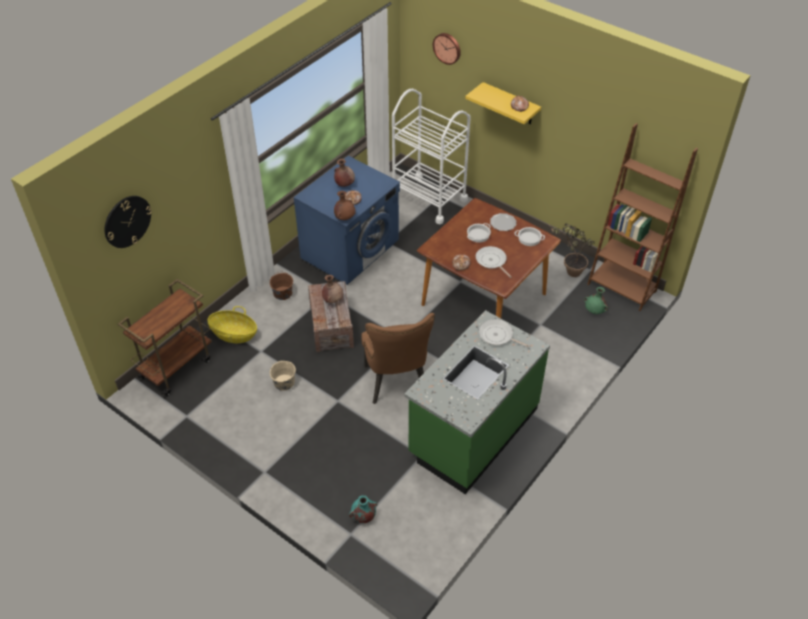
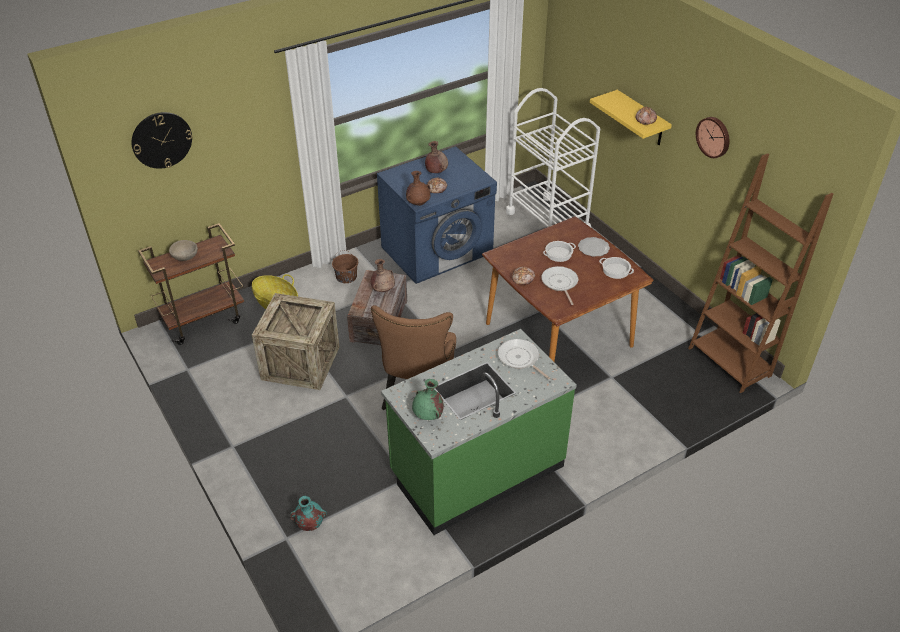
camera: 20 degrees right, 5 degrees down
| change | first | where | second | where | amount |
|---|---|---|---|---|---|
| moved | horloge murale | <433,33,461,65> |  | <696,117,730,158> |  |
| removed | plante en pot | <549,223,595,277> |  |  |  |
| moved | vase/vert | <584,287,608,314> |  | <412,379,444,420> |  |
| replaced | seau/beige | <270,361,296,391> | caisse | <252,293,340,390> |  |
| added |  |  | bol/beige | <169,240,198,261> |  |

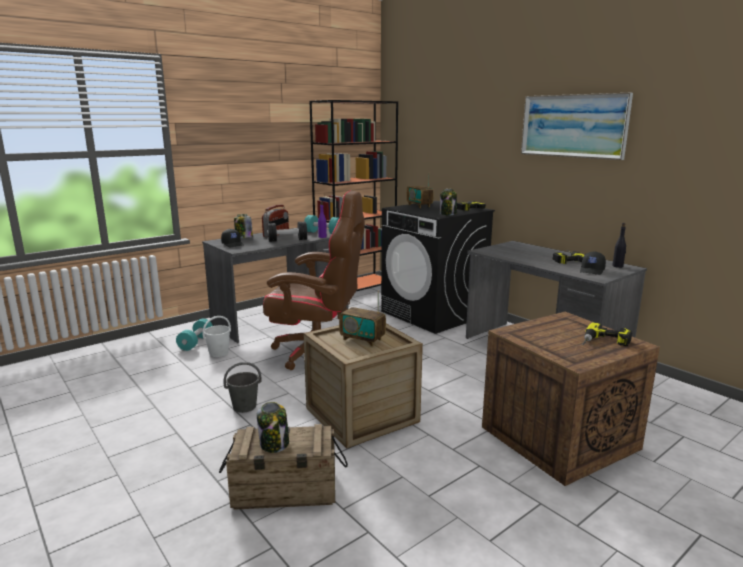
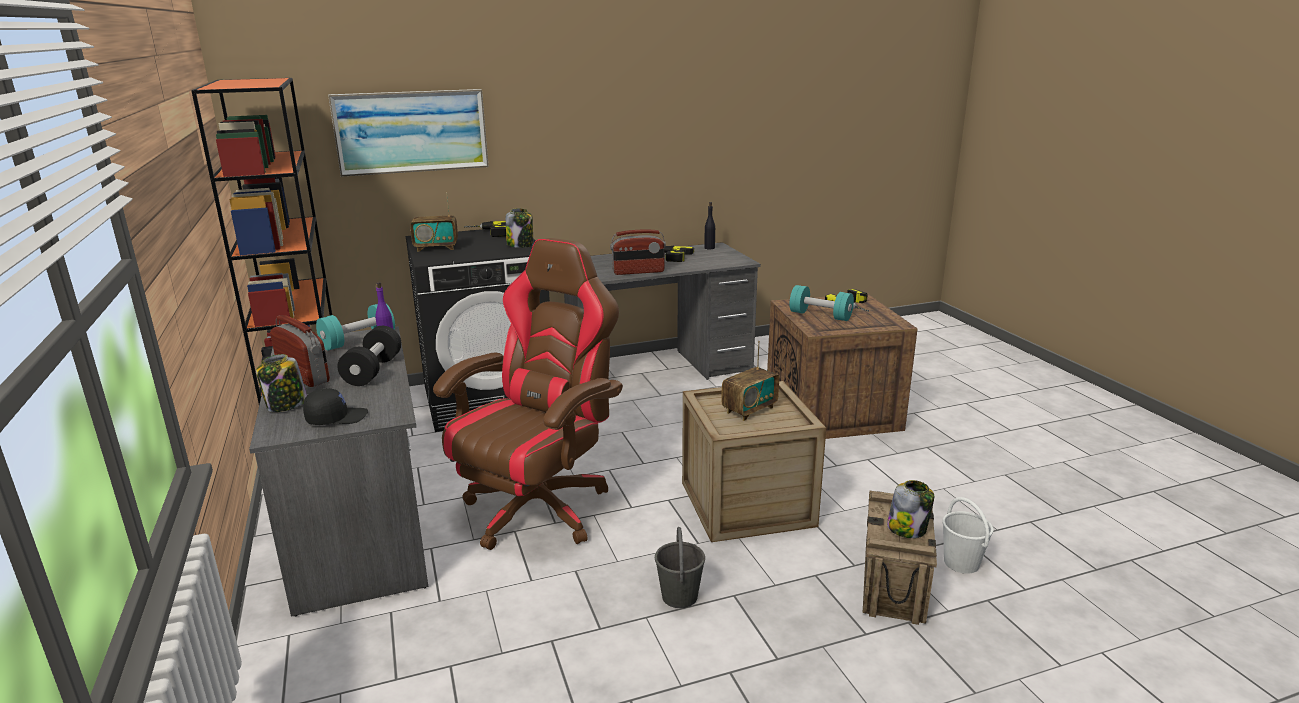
camera: 70 degrees left, 5 degrees up
| change | first | where | second | where | amount |
|---|---|---|---|---|---|
| moved | tableau | <521,93,633,160> |  | <328,89,489,177> |  |
| removed | casquette/noir | <580,252,606,275> |  |  |  |
| moved | seau/blanc | <203,316,231,357> |  | <942,497,994,574> |  |
| moved | haltère/turquoise | <176,318,213,351> |  | <790,285,854,321> |  |
| added |  |  | radio | <610,230,666,275> |  |

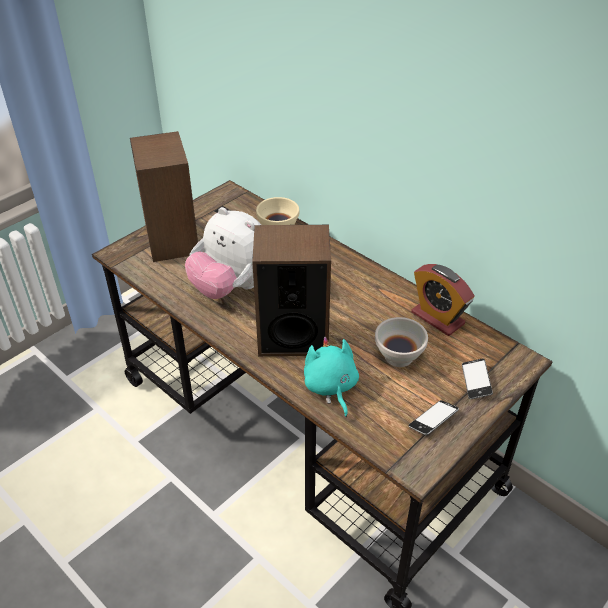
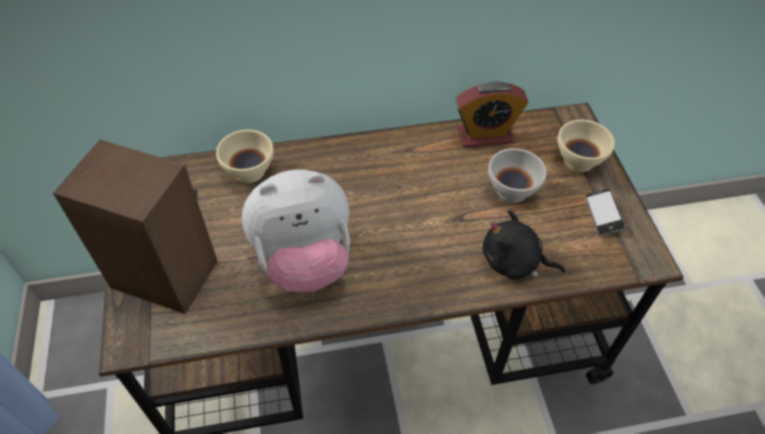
camera: 55 degrees left, 10 degrees up
| change | first | where | second | where | amount |
|---|---|---|---|---|---|
| removed | enceinte | <252,225,331,356> |  |  |  |
| recoloured | peluche/turquoise | <304,337,359,417> | peluche/noir | <483,210,565,280> |  |
| replaced | téléphone | <462,358,493,399> | bol/beige | <557,120,615,172> |  |

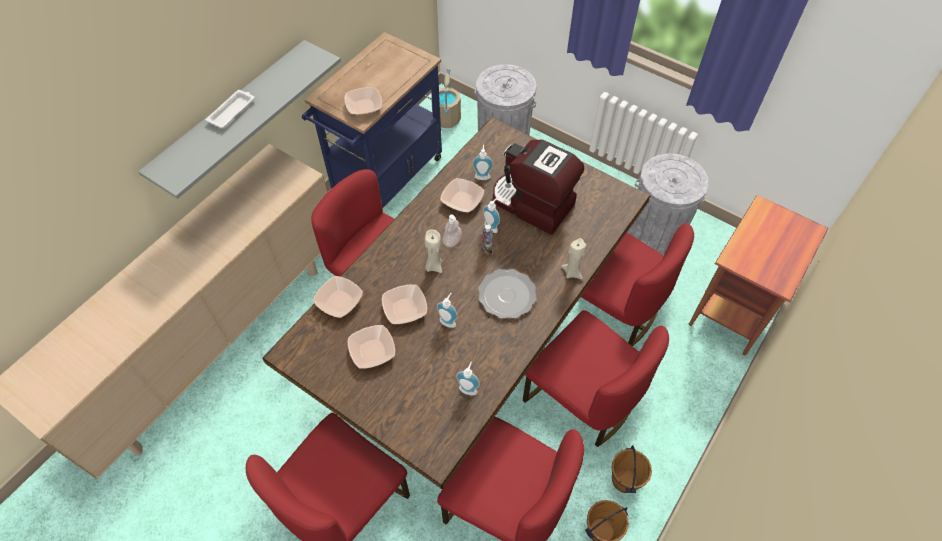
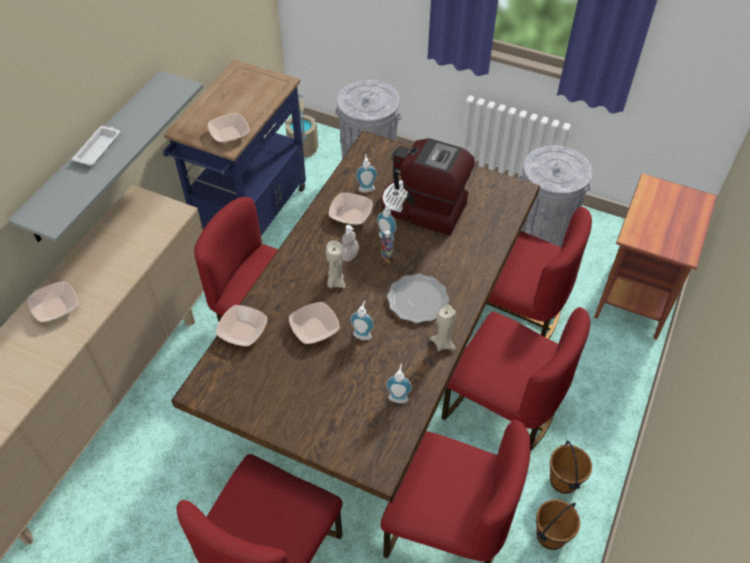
camera: 10 degrees left, 5 degrees down
| change | first | where | second | where | amount |
|---|---|---|---|---|---|
| moved | bougie/beige | <562,238,587,279> |  | <430,304,456,351> |  |
| moved | bol | <348,325,395,369> |  | <28,281,78,322> |  |

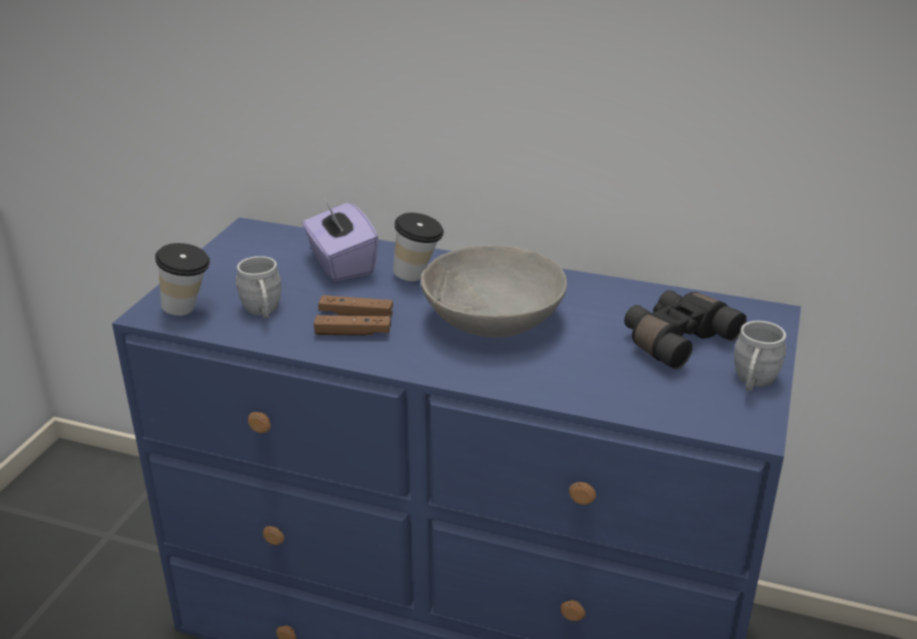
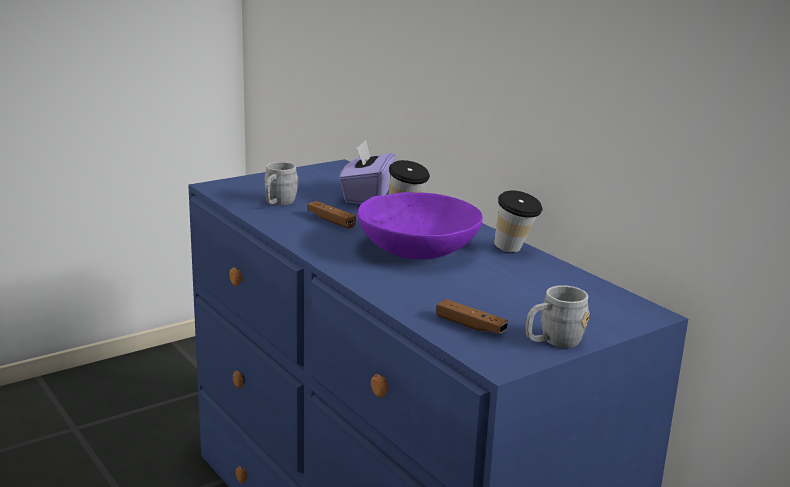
camera: 35 degrees right, 10 degrees down
| change | first | where | second | where | amount |
|---|---|---|---|---|---|
| moved | tasse | <155,243,210,316> |  | <494,190,543,252> |  |
| recoloured | bol/gris | <420,245,567,338> | bol/violet | <357,192,483,259> |  |
| removed | jumelles/noir | <624,290,747,369> |  |  |  |
| moved | manette/marron | <314,315,391,336> |  | <436,299,508,334> |  |

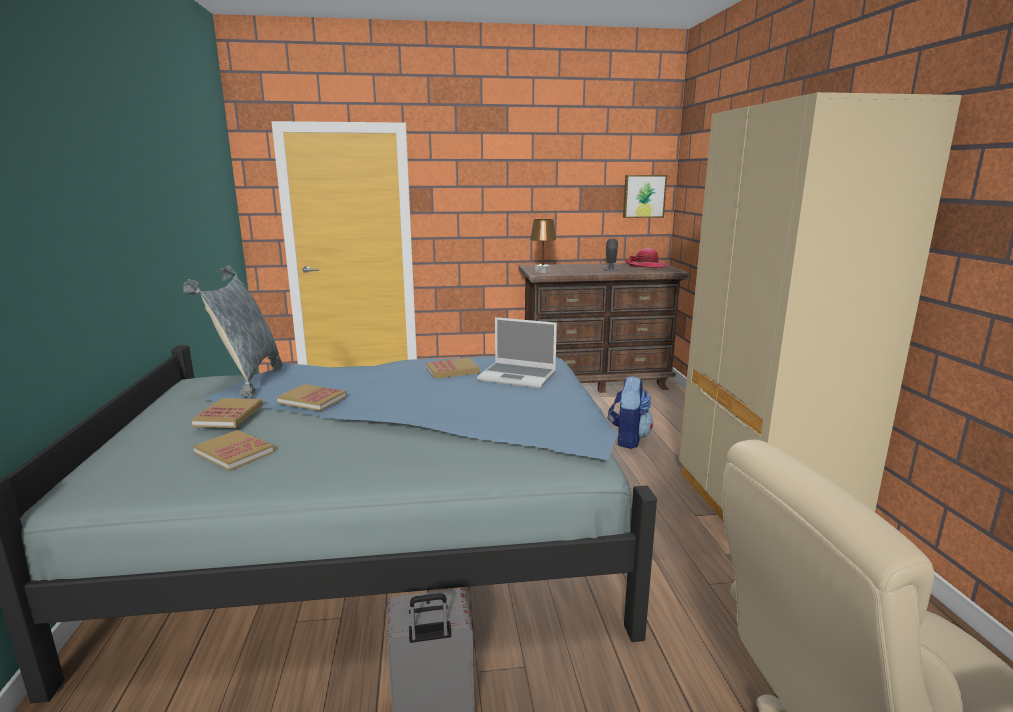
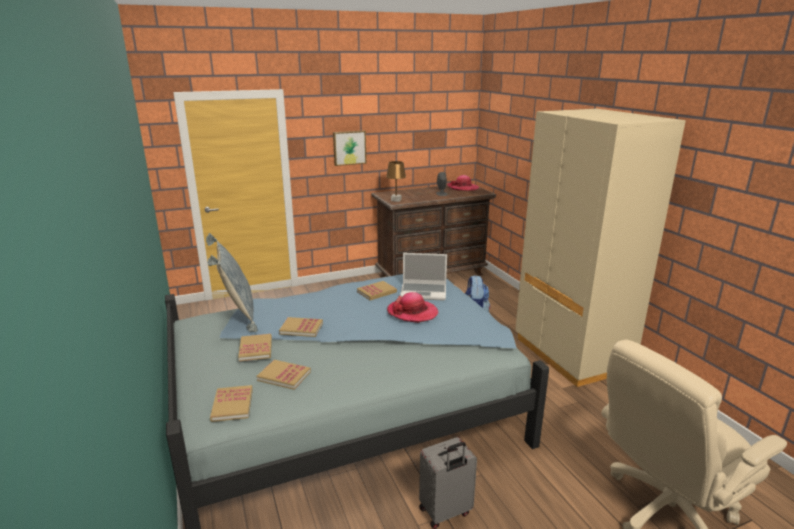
camera: 15 degrees left, 5 degrees up
| change | first | where | second | where | amount |
|---|---|---|---|---|---|
| moved | tableau | <623,175,667,218> |  | <333,130,366,166> |  |
| added |  |  | chapeau | <387,292,438,323> |  |
| added |  |  | livre | <210,385,253,422> |  |

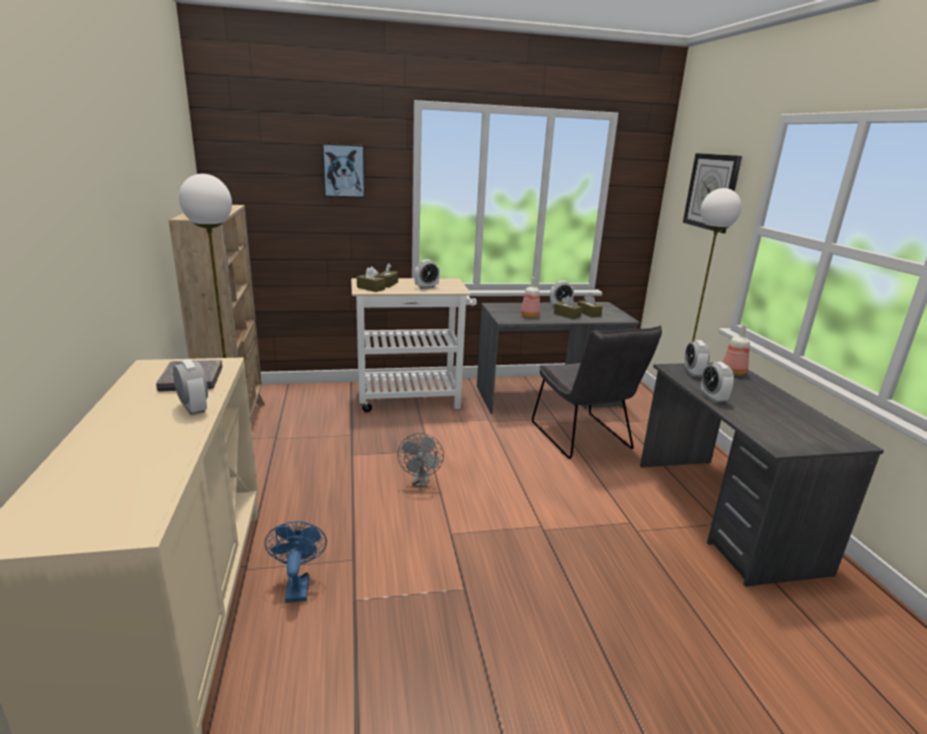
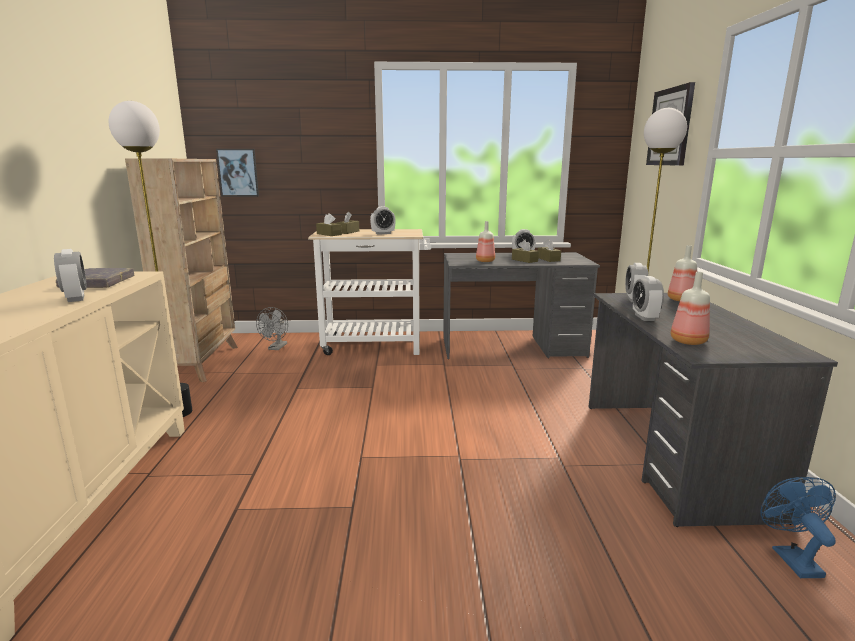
camera: 10 degrees right, 5 degrees down
| change | first | where | second | where | amount |
|---|---|---|---|---|---|
| moved | tableau | <322,143,365,198> |  | <216,149,259,196> |  |
| removed | chaise/gris | <532,325,662,459> |  |  |  |
| moved | ventilateur/gris | <398,433,444,487> |  | <256,307,288,350> |  |
| moved | ventilateur/bleu | <265,521,327,603> |  | <761,477,836,578> |  |
| added |  |  | bouteille | <671,272,710,345> |  |

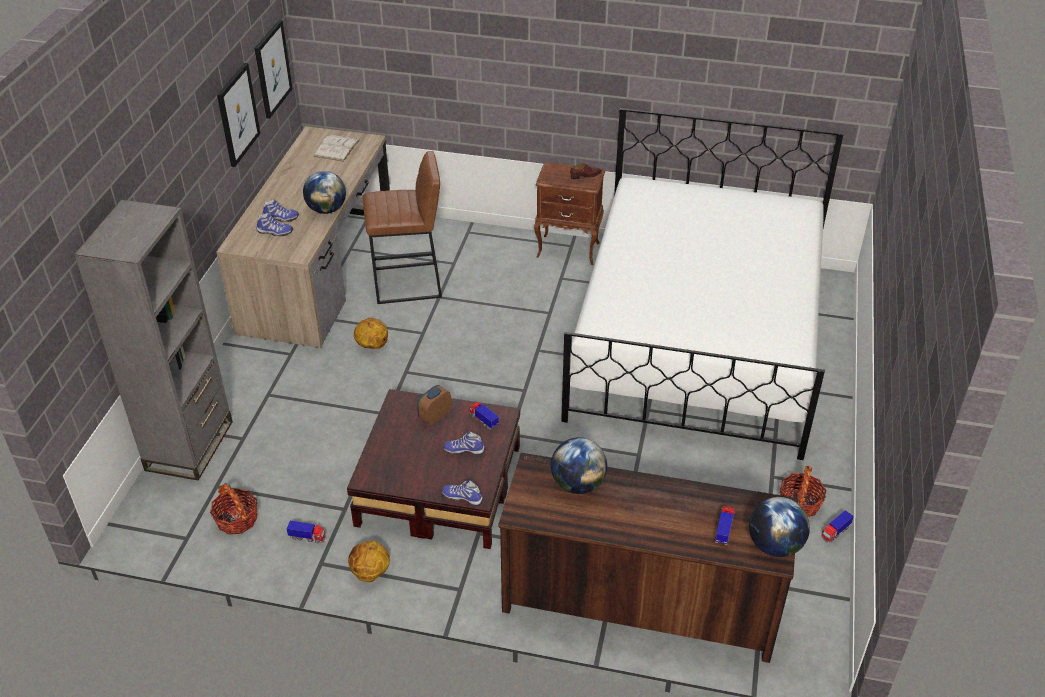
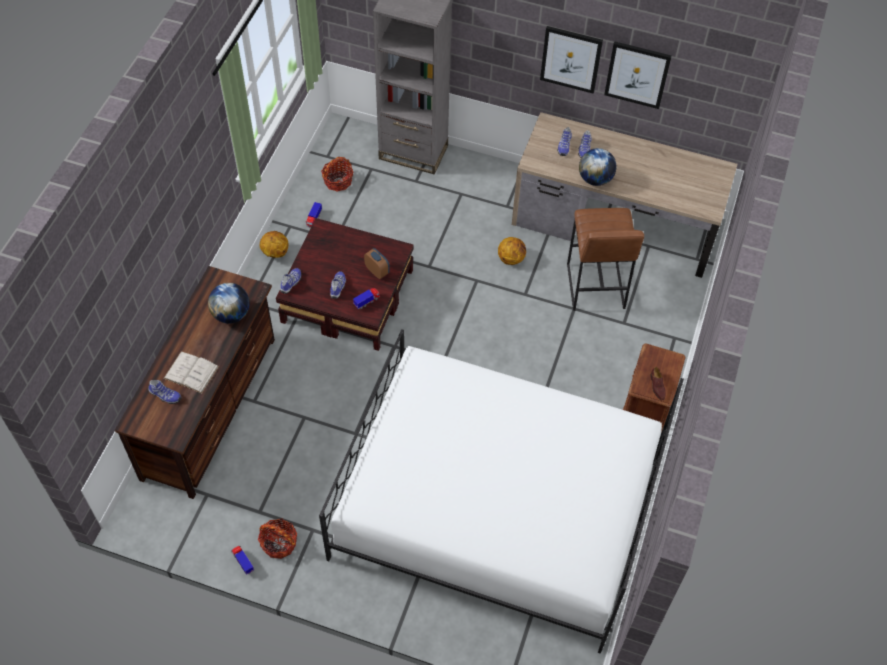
camera: 95 degrees right, 15 degrees up
| change | first | where | second | where | amount |
|---|---|---|---|---|---|
| moved | tableau | <254,20,293,119> |  | <540,26,603,93> |  |
| moved | livre/blanc | <313,135,360,162> |  | <163,352,219,394> |  |
| removed | globe | <749,497,810,557> |  |  |  |
| replaced | camion jouet | <715,506,736,545> | chaussure | <148,380,182,404> |  |

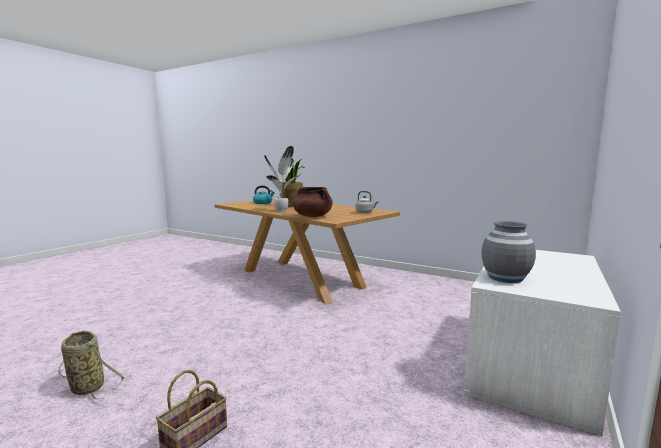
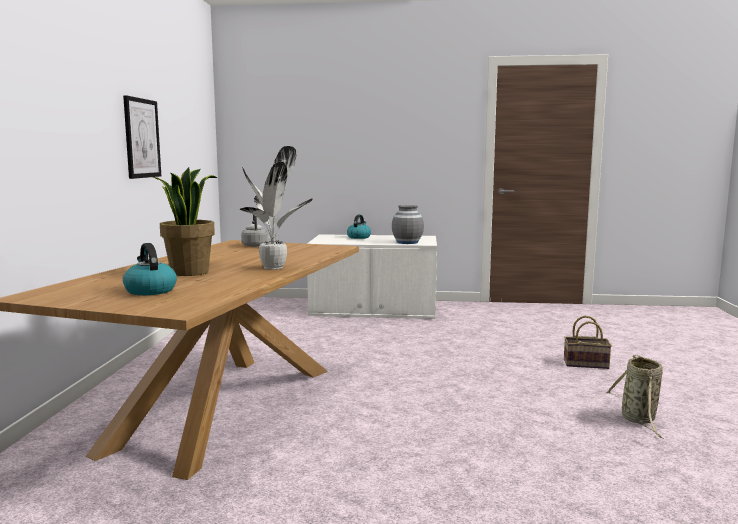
camera: 115 degrees left, 0 degrees up
| change | first | where | second | where | amount |
|---|---|---|---|---|---|
| removed | marmite/marron | <293,187,333,217> |  |  |  |
| added |  |  | tableau | <123,95,161,179> |  |
| added |  |  | bouilloire | <347,215,371,239> |  |

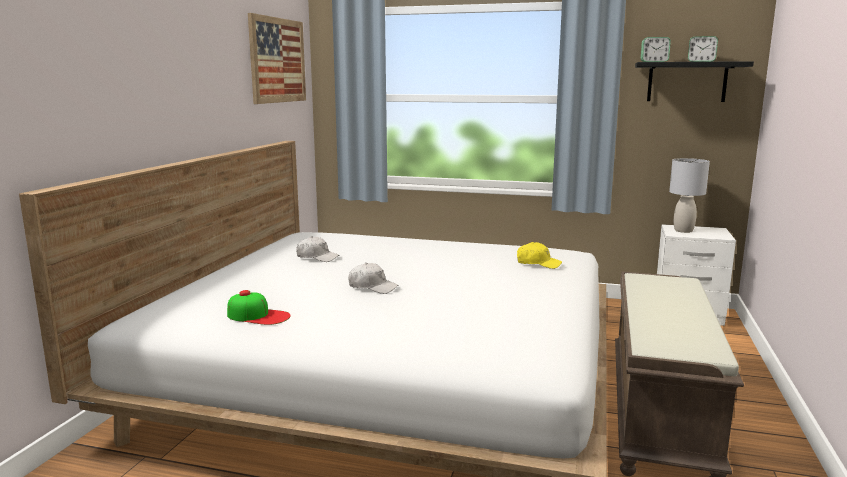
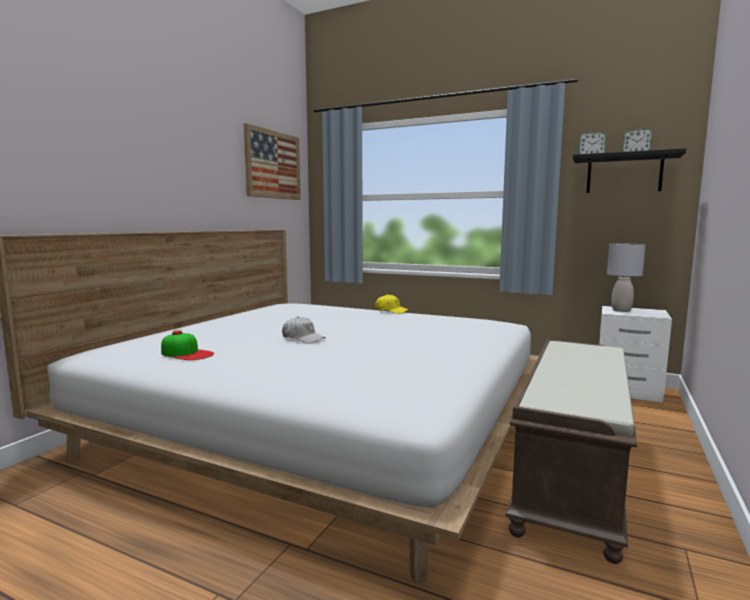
camera: 10 degrees right, 5 degrees down
| change | first | where | second | where | amount |
|---|---|---|---|---|---|
| removed | casquette/blanc | <296,236,340,262> |  |  |  |
| moved | casquette/jaune | <517,242,562,269> |  | <375,294,409,314> |  |

